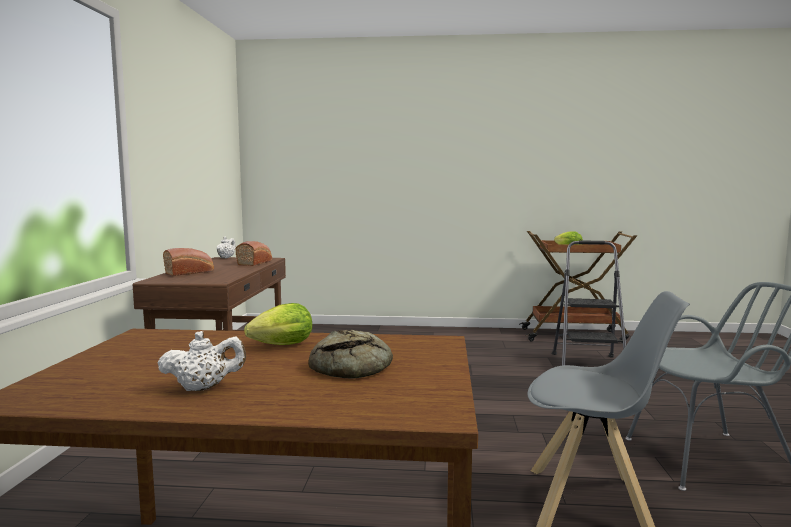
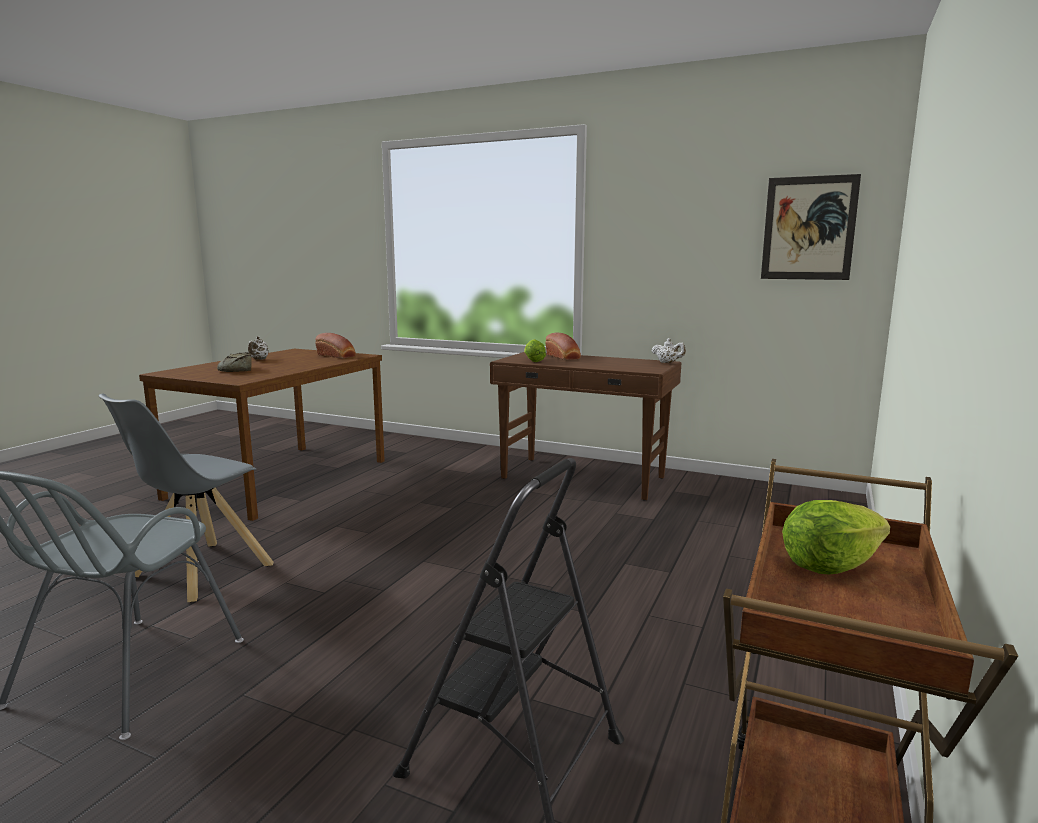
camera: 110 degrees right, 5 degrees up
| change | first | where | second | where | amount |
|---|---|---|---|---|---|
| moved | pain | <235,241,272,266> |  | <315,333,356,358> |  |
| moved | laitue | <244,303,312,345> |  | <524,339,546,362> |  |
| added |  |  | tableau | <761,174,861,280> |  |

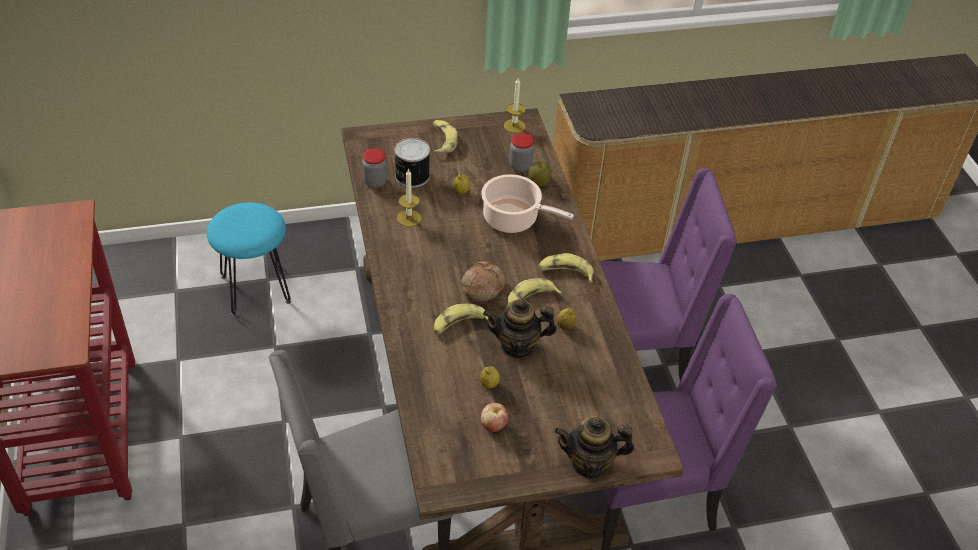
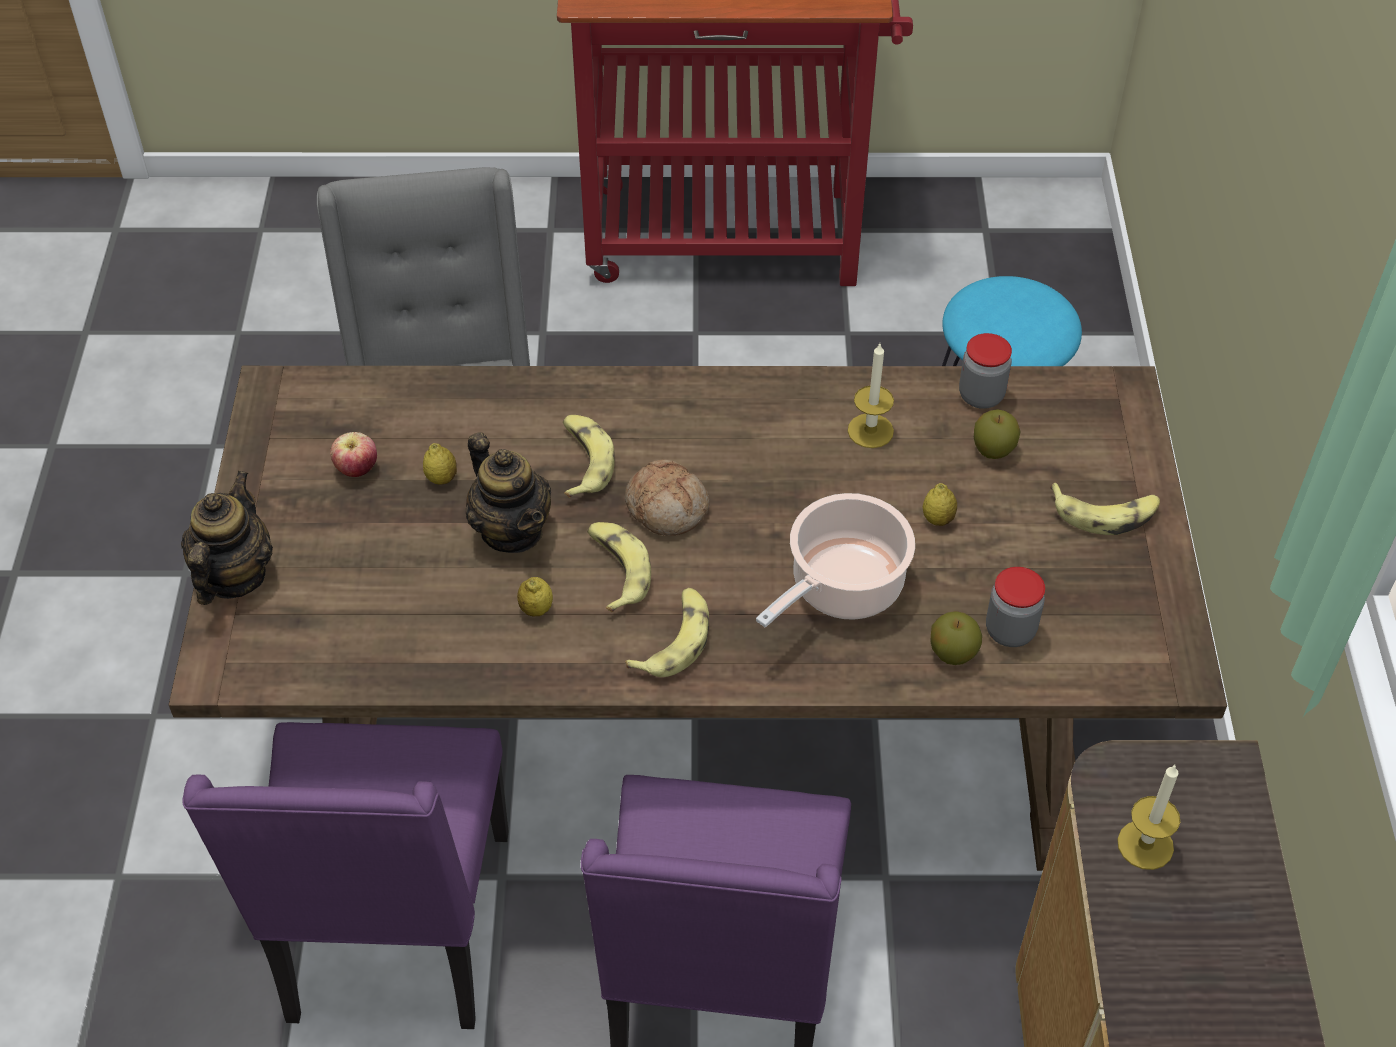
camera: 105 degrees right, 5 degrees up
| change | first | where | second | where | amount |
|---|---|---|---|---|---|
| moved | bougie | <504,78,526,133> |  | <1117,765,1180,870> |  |
| replaced | boîte métallique | <394,138,430,188> | pomme | <974,409,1021,459> |  |
| turned | théière | <483,299,557,358> |  | <466,432,551,553> | 135 degrees clockwise |

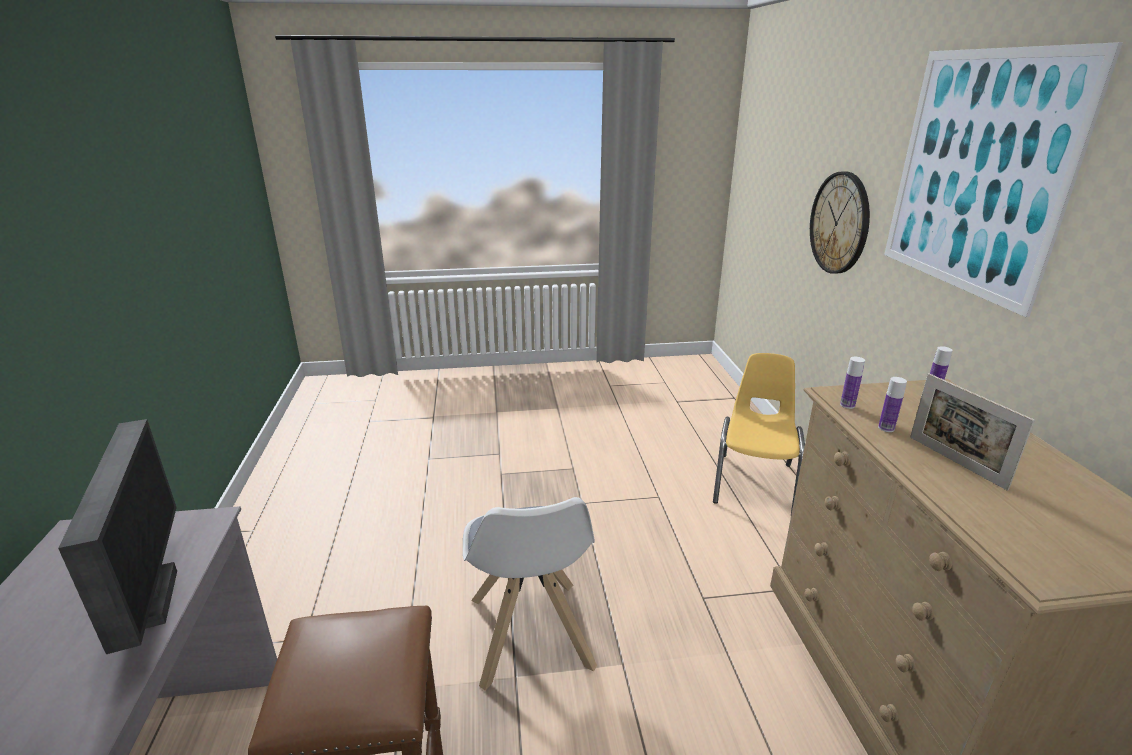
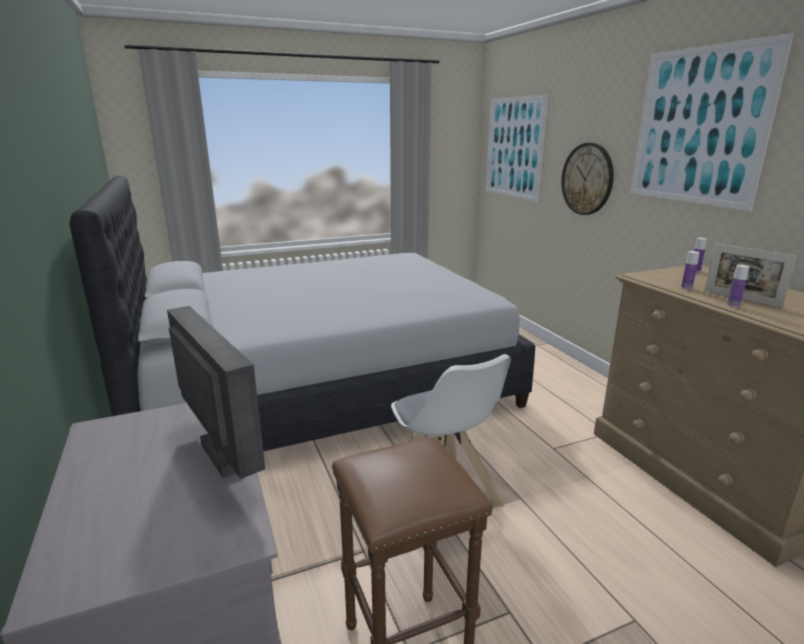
camera: 15 degrees left, 5 degrees down
| change | first | where | second | where | amount |
|---|---|---|---|---|---|
| removed | chaise/jaune | <713,353,805,514> |  |  |  |
| moved | bouteille | <840,357,865,409> |  | <727,265,749,308> |  |
| added |  |  | tableau | <486,94,548,202> |  |
| added |  |  | lit/gris | <69,176,535,451> |  |

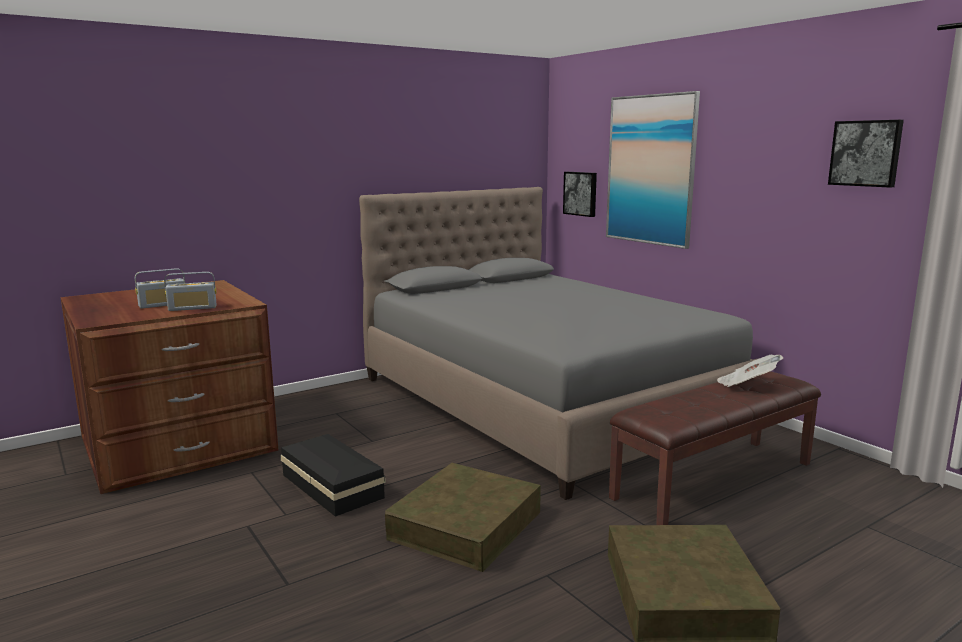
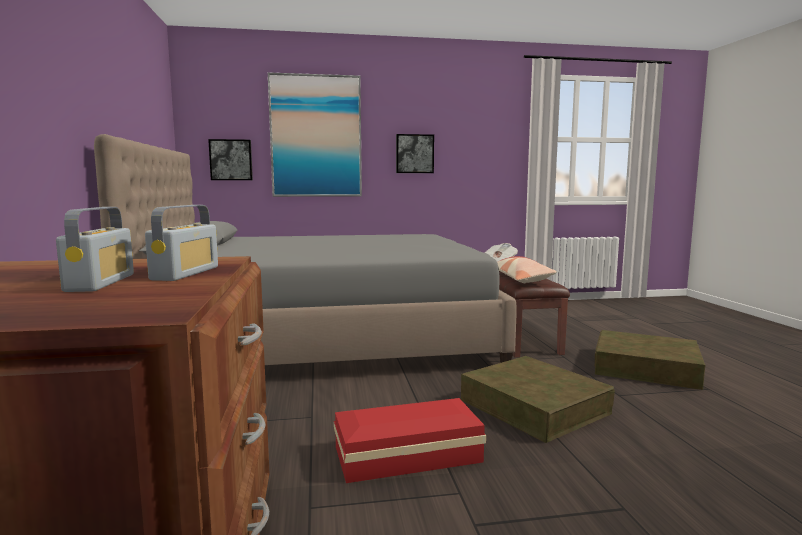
camera: 65 degrees left, 5 degrees down
| change | first | where | second | where | amount |
|---|---|---|---|---|---|
| moved | tableau | <828,120,904,188> |  | <396,134,434,173> |  |
| recoloured | boîte de rangement/noir | <280,434,386,517> | boîte de rangement/rouge | <334,398,486,483> |  |
| added |  |  | coussin | <497,256,557,283> |  |

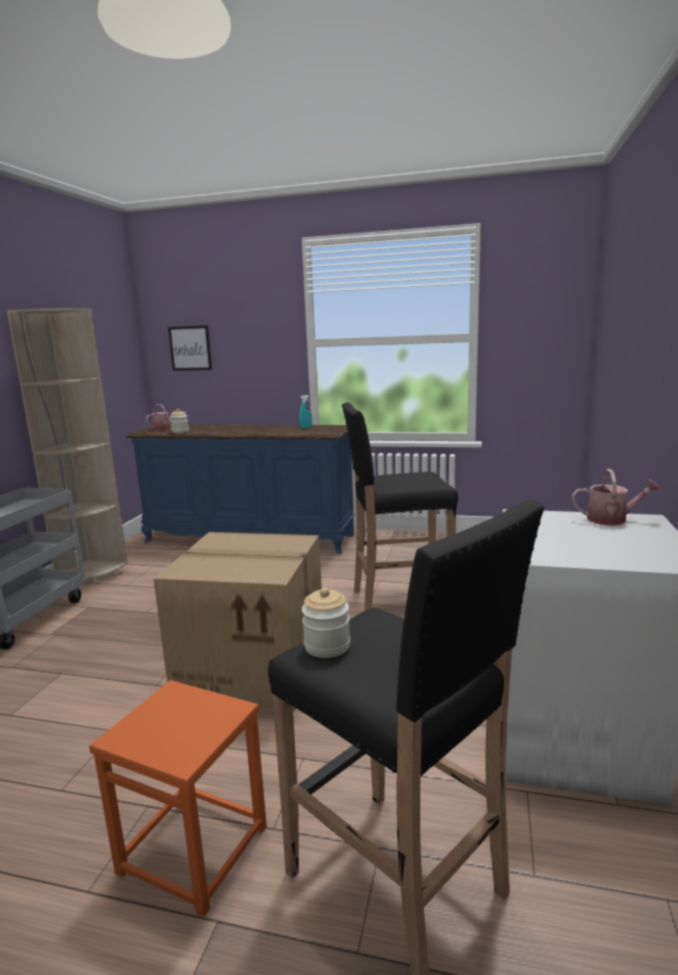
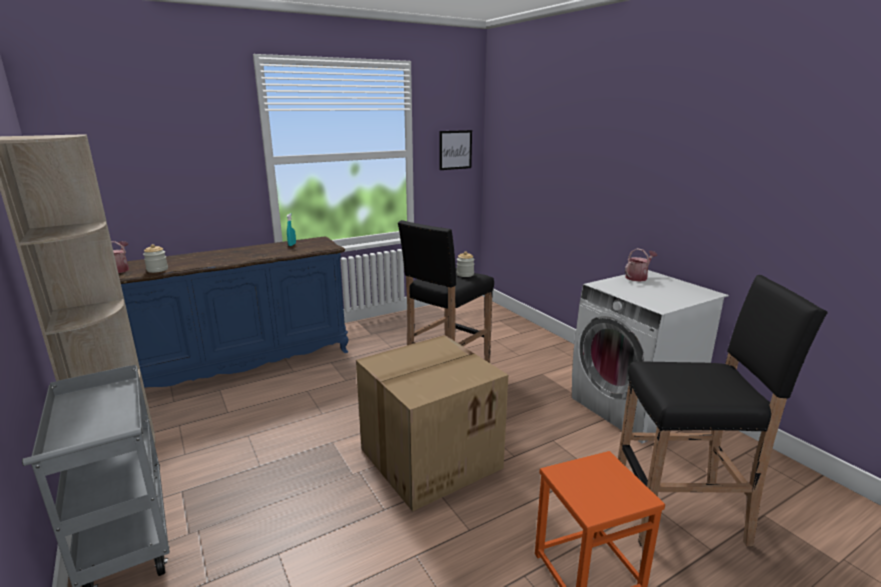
camera: 45 degrees left, 5 degrees up
| change | first | where | second | where | amount |
|---|---|---|---|---|---|
| moved | tableau | <168,325,212,371> |  | <439,130,472,170> |  |
| moved | bocal | <302,587,350,658> |  | <457,251,475,277> |  |

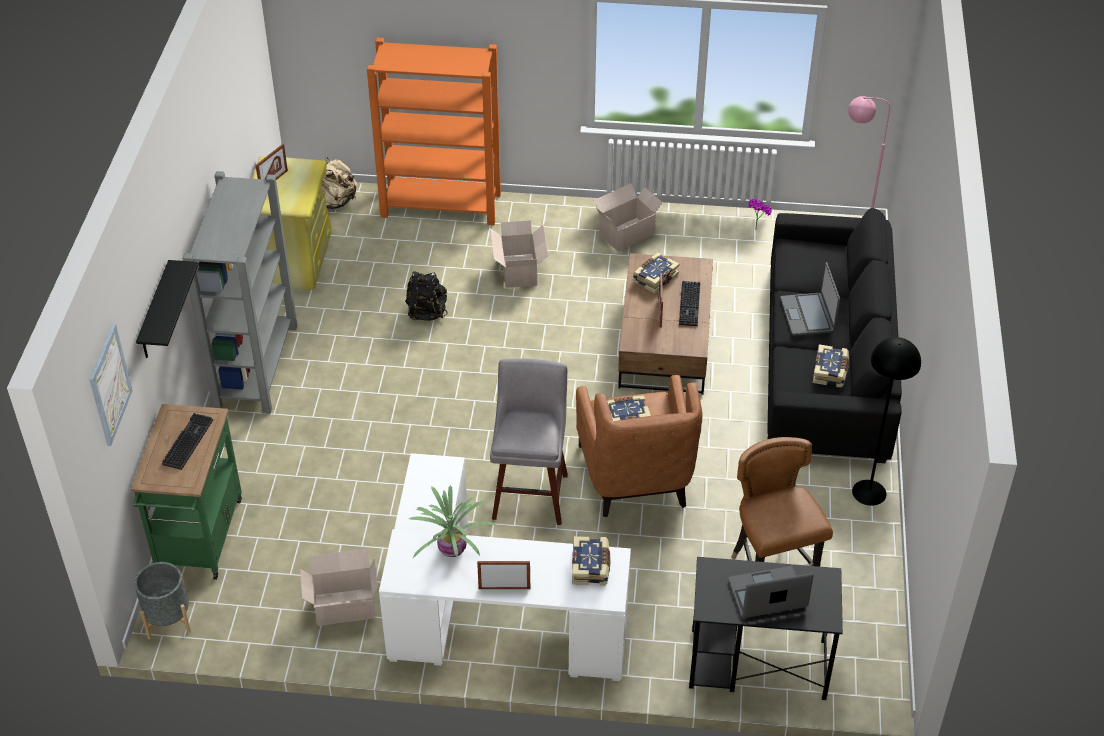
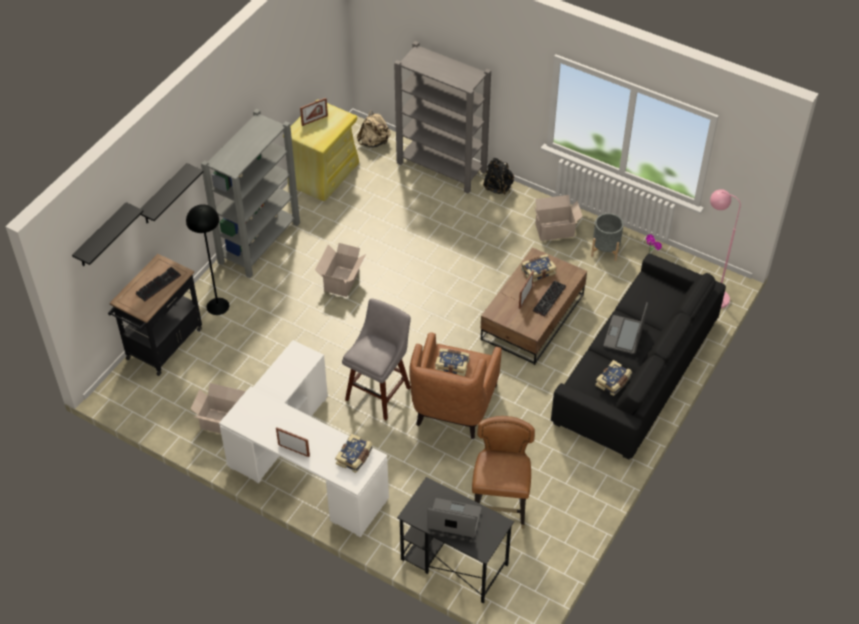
camera: 25 degrees right, 5 degrees up
| change | first | where | second | where | amount |
|---|---|---|---|---|---|
| recoloured | bibliothèque/orange | <367,38,501,225> | bibliothèque/gris | <394,41,491,193> |  |
| moved | carton | <490,221,548,288> |  | <315,243,366,297> |  |
| moved | sac à dos/noir | <405,271,447,321> |  | <483,158,514,195> |  |
| replaced | tableau | <89,324,133,446> | étagère/noir | <72,202,143,266> |  |
| moved | lampadaire/noir | <852,337,921,506> |  | <186,204,229,315> |  |
| recoloured | chariot/vert | <130,404,242,580> | chariot/noir | <108,254,202,376> |  |
| removed | plante en pot | <409,485,495,558> |  |  |  |
| moved | cache-pot/gris | <134,562,191,639> |  | <591,213,624,261> |  |

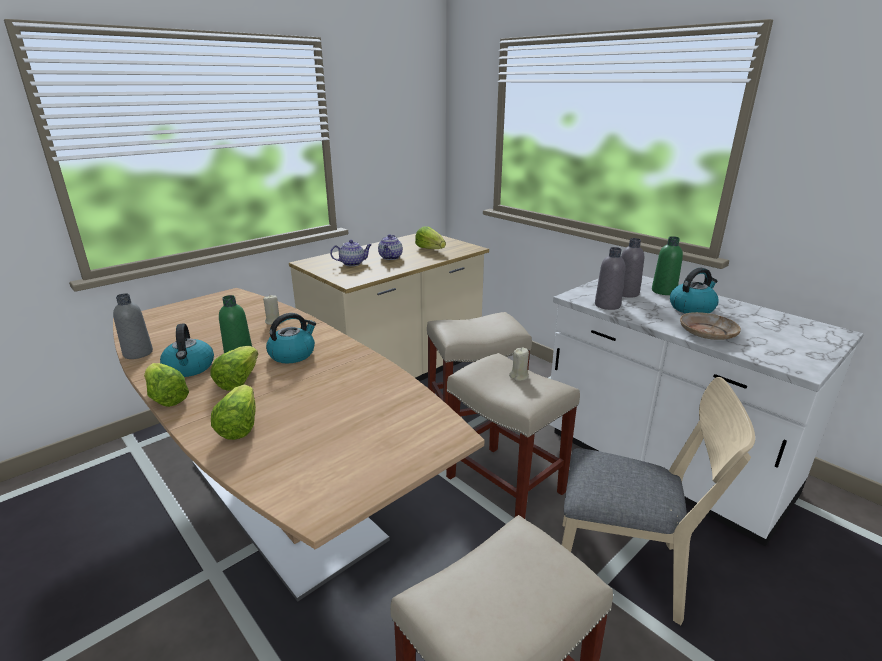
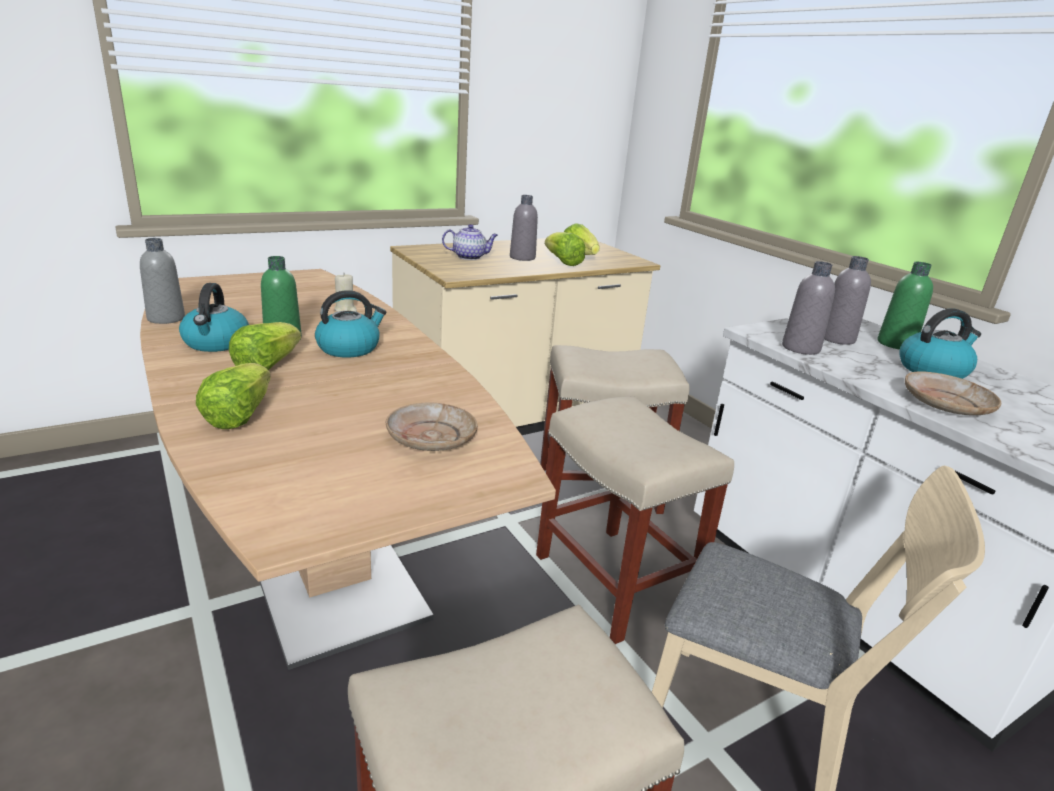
camera: 10 degrees right, 0 degrees up
| change | first | where | second | where | amount |
|---|---|---|---|---|---|
| replaced | théière | <378,234,403,260> | bouteille/gris | <510,195,538,261> |  |
| removed | bougie/beige | <509,347,529,381> |  |  |  |
| moved | laitue | <144,363,189,407> |  | <545,232,585,266> |  |
| added |  |  | assiette/beige | <386,403,478,451> |  |

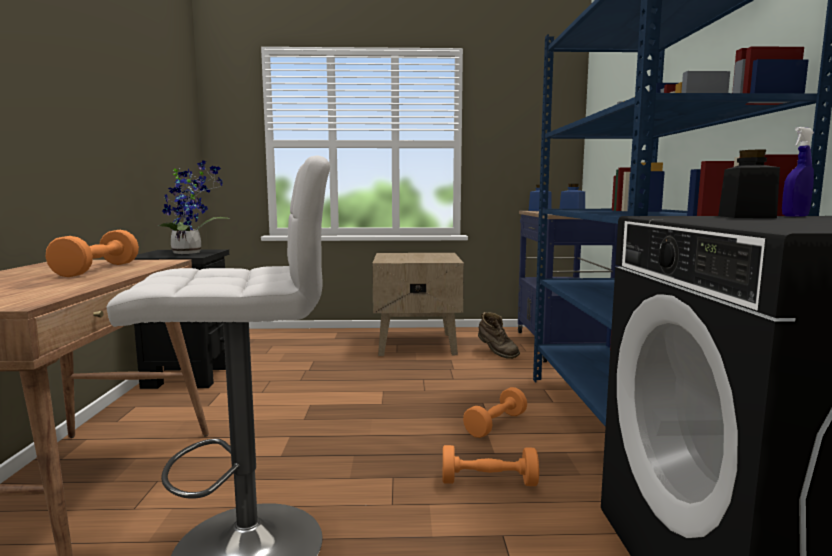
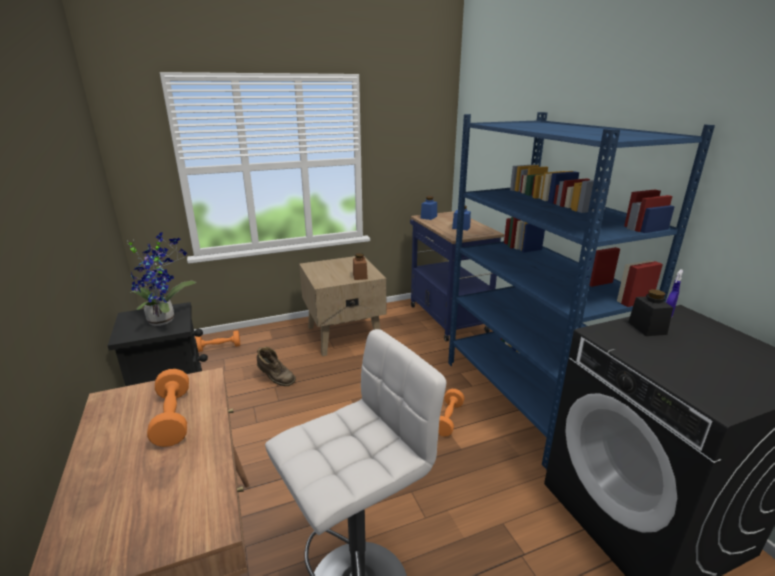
camera: 20 degrees left, 15 degrees up
| change | first | where | second | where | amount |
|---|---|---|---|---|---|
| moved | botte/marron | <478,312,520,359> |  | <257,347,296,386> |  |
| moved | haltère/orange | <443,445,539,486> |  | <195,331,240,352> |  |
| added |  |  | bocal/marron | <353,253,368,280> |  |

